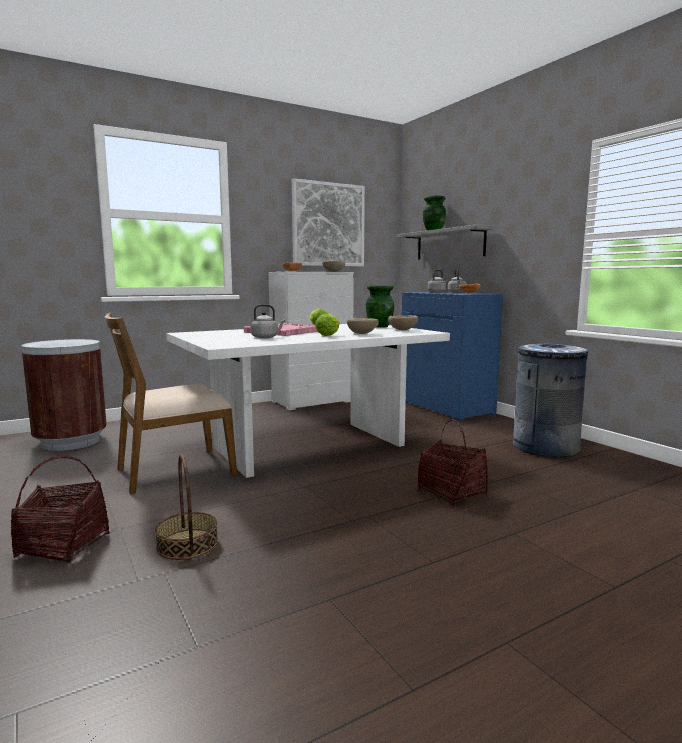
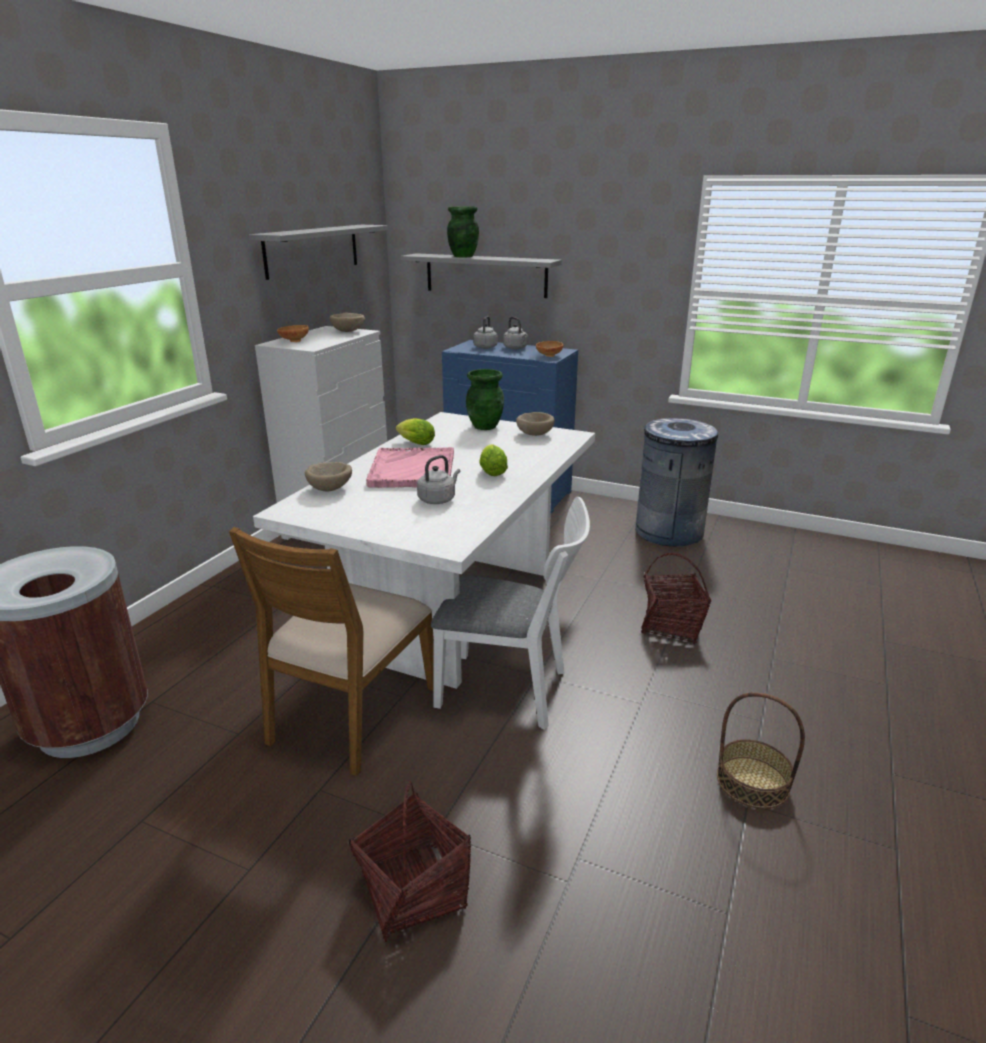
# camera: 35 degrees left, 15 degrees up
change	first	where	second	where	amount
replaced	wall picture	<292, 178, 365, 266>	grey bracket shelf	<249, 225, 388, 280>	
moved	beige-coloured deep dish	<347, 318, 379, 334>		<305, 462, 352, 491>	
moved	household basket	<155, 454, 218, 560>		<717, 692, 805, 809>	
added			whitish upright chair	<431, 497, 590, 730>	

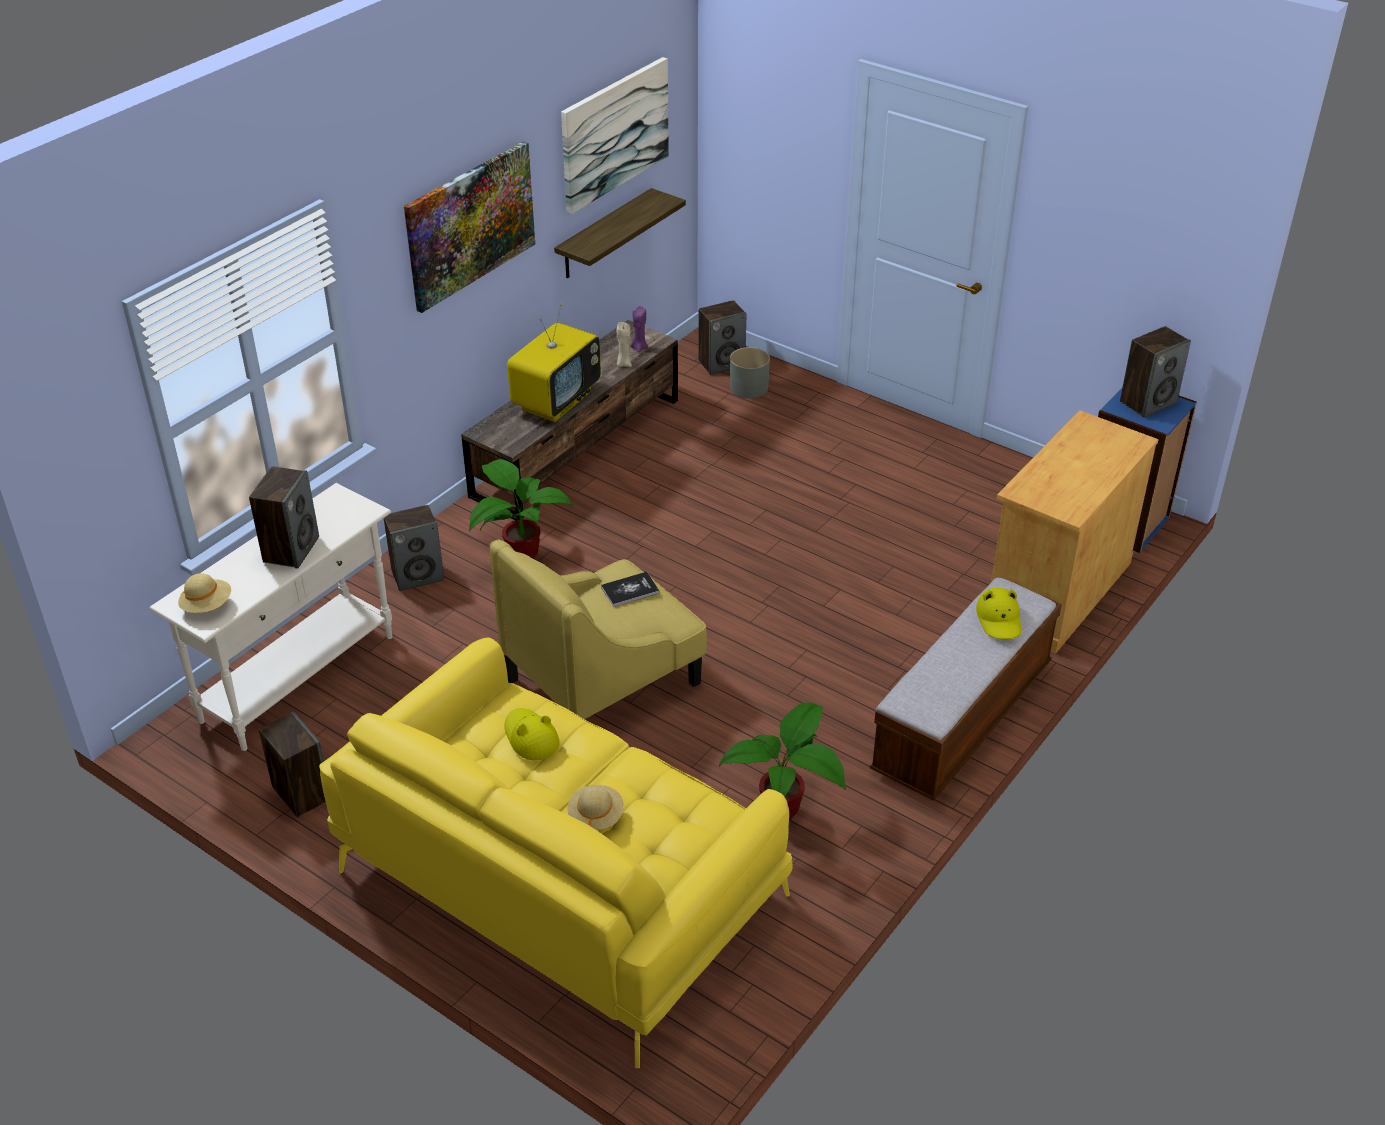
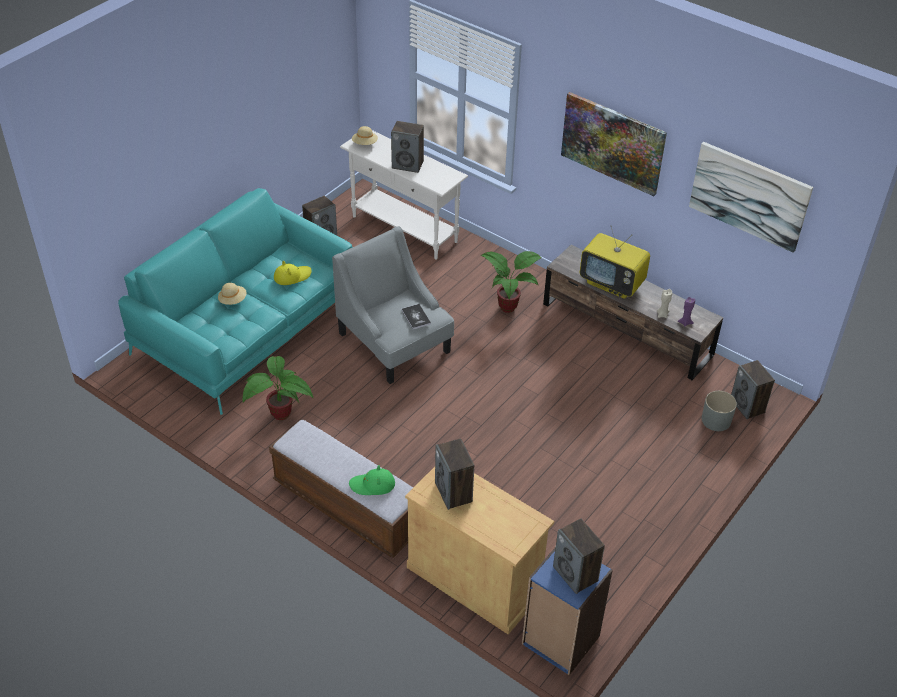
# camera: 90 degrees right, 5 degrees up
change	first	where	second	where	amount
removed	bracket shelf	<554, 188, 686, 278>			
moved	audio speaker	<384, 505, 444, 591>		<435, 439, 474, 510>	
recoloured	yellow-coloured armchair	<489, 540, 707, 720>	grey armchair	<332, 226, 454, 384>	
recoloured	yellow-coloured wearable hat	<976, 588, 1021, 639>	greenish wearable hat	<349, 465, 395, 495>	
recoloured	yellow-coloured couch	<319, 638, 793, 1068>	turquoise couch	<118, 188, 353, 415>	

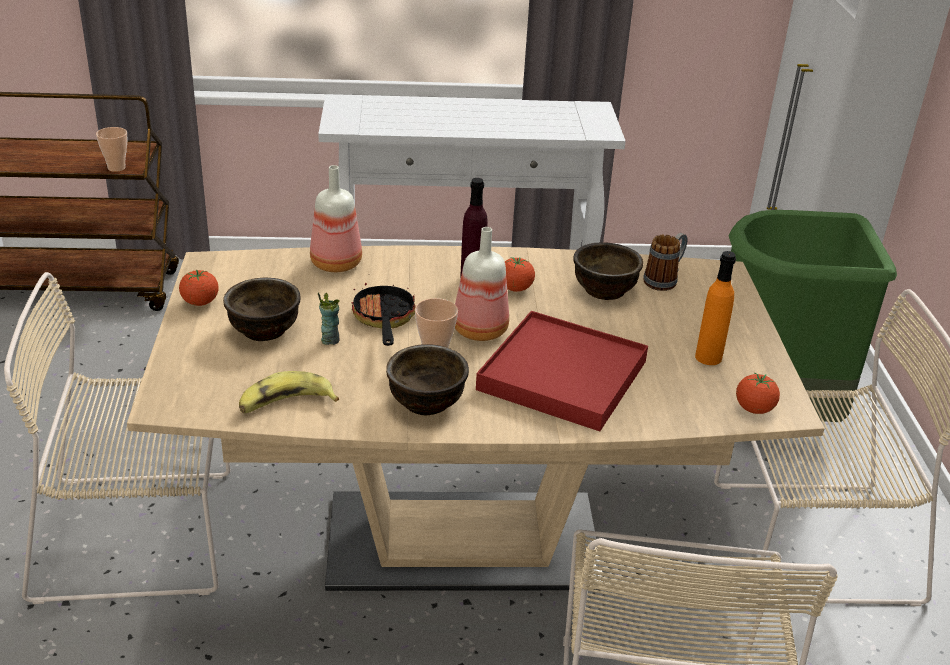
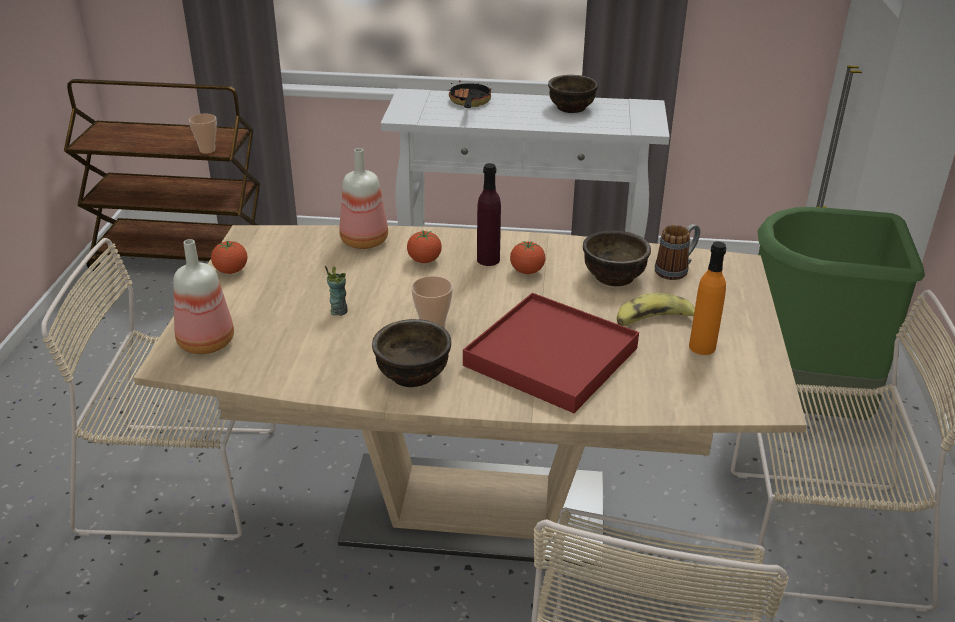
# camera: 10 degrees right, 0 degrees up
change	first	where	second	where	amount
moved	drink bottle	<455, 227, 509, 341>		<174, 239, 234, 354>	
moved	frying pan	<352, 274, 416, 346>		<449, 80, 491, 108>	
moved	brownish deep dish	<223, 277, 301, 341>		<548, 75, 598, 113>	
moved	banana fruit	<239, 371, 339, 413>		<617, 293, 695, 326>	
moved	fresh tomato	<736, 373, 780, 414>		<407, 230, 442, 263>	

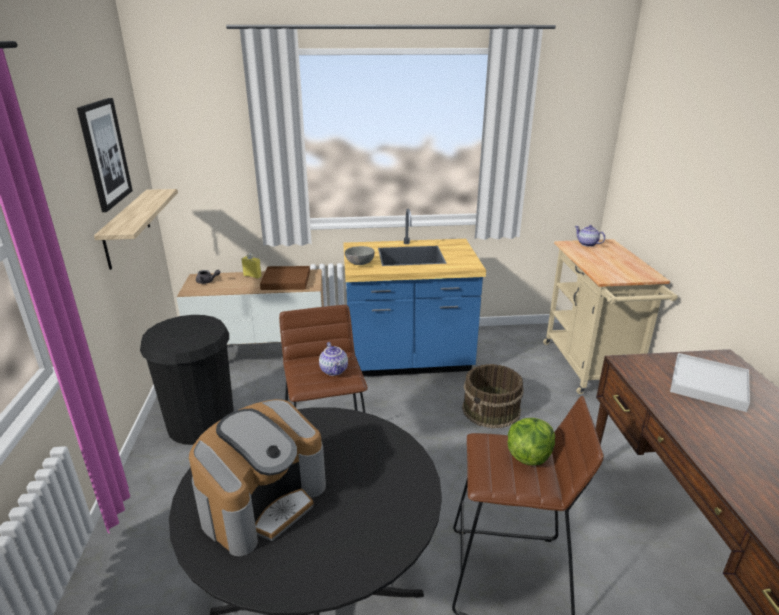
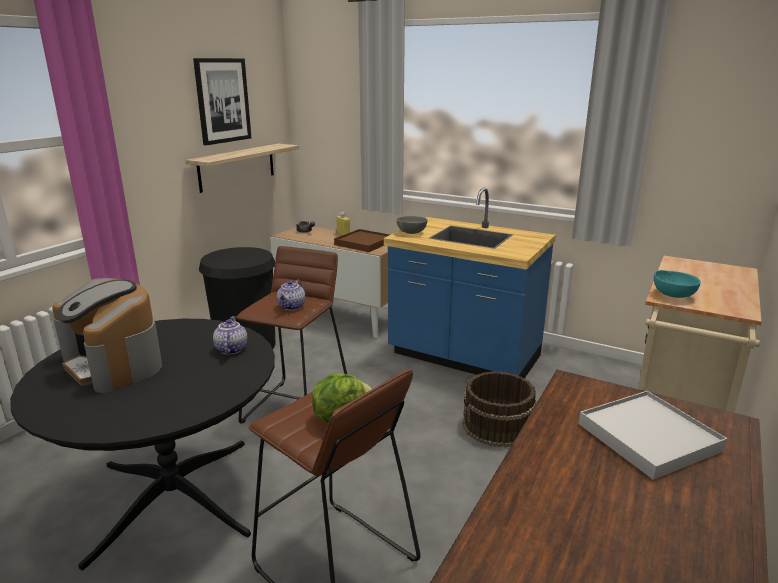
# camera: 35 degrees right, 5 degrees down
change	first	where	second	where	amount
moved	pot for tea	<575, 225, 605, 247>		<213, 316, 248, 354>	
turned	coffee brewer	<189, 399, 326, 556>		<52, 278, 162, 393>	60 degrees clockwise
added			turquoise deep dish	<654, 270, 701, 298>	

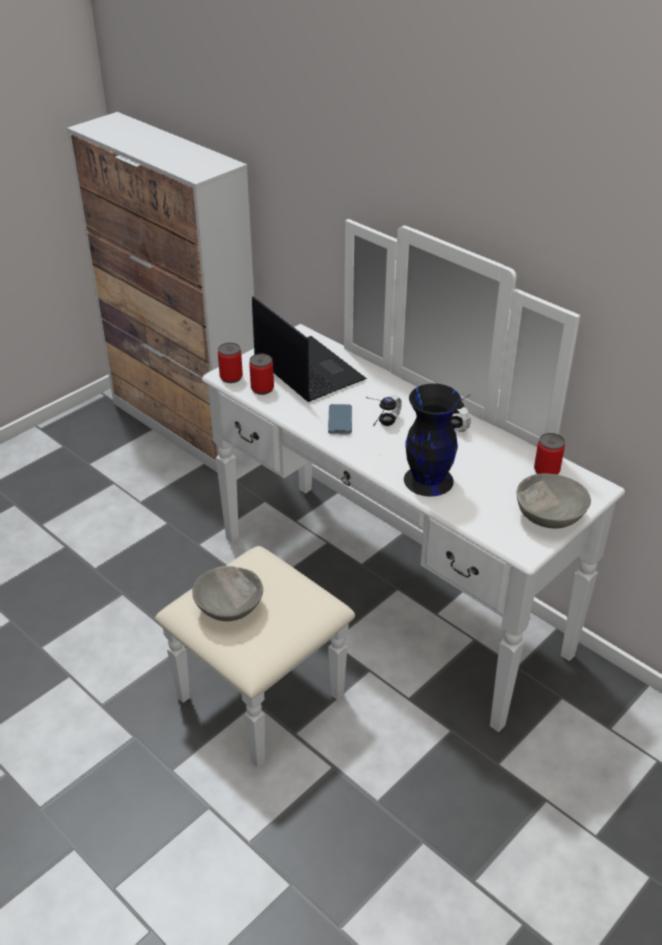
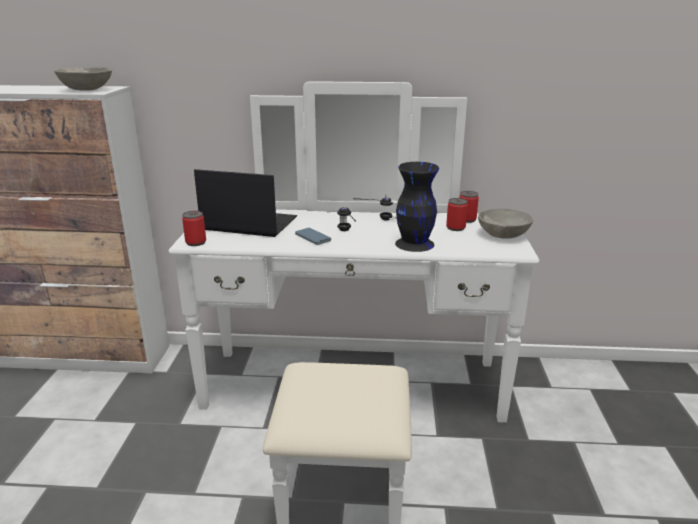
# camera: 40 degrees left, 15 degrees down
change	first	where	second	where	amount
moved	metal can	<249, 354, 274, 395>		<446, 198, 468, 231>	
moved	grey deep dish	<192, 566, 263, 621>		<54, 67, 112, 91>	

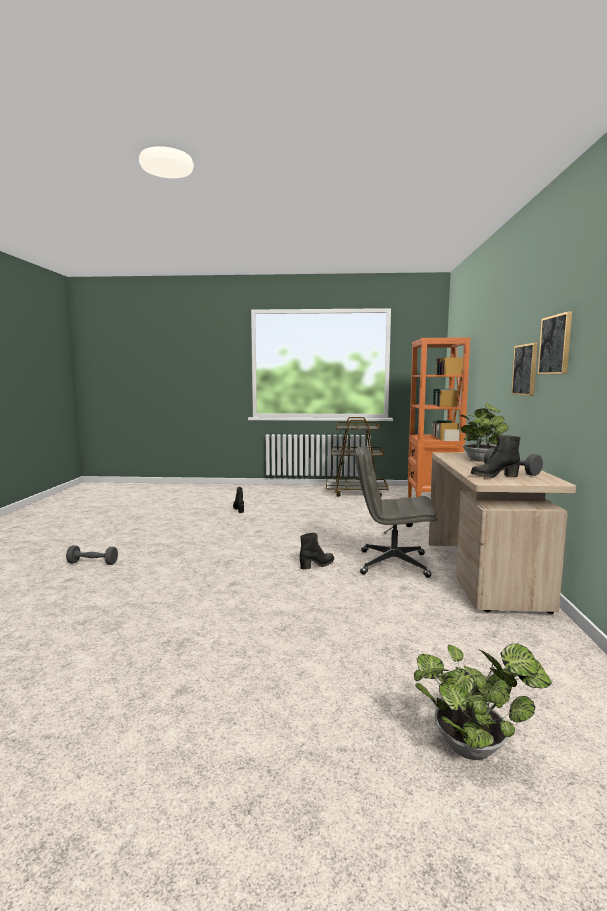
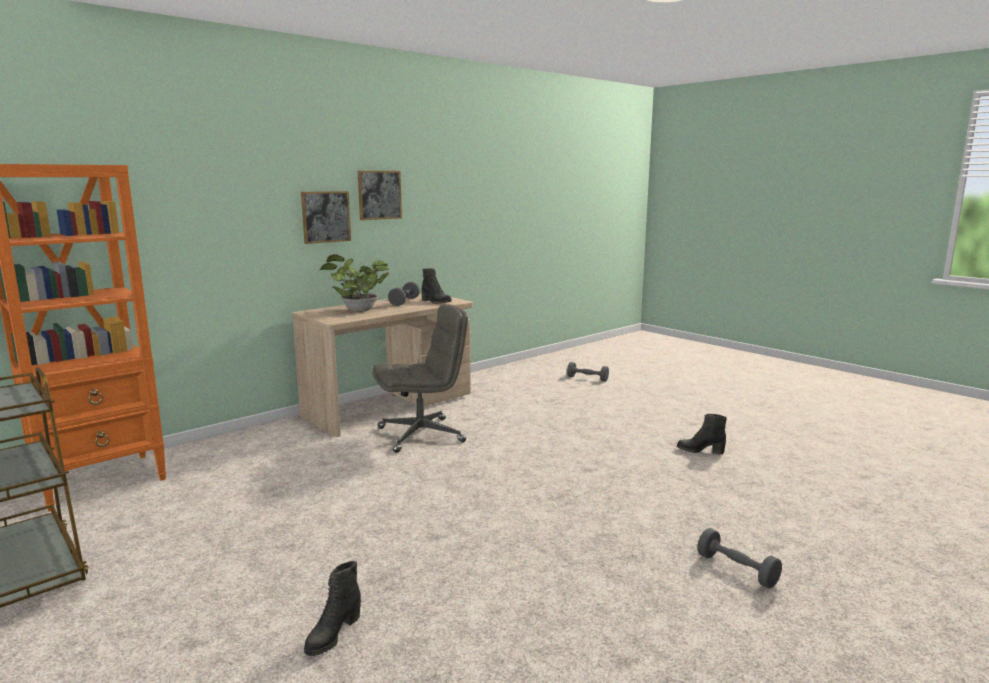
# camera: 135 degrees left, 5 degrees up
change	first	where	second	where	amount
turned	grey computer chair	<356, 446, 437, 578>		<372, 305, 468, 453>	75 degrees counterclockwise
moved	black-coloured boot	<300, 533, 334, 570>		<677, 414, 727, 454>	
replaced	plant in a pot	<414, 644, 552, 760>	grey free weight	<567, 362, 609, 382>	

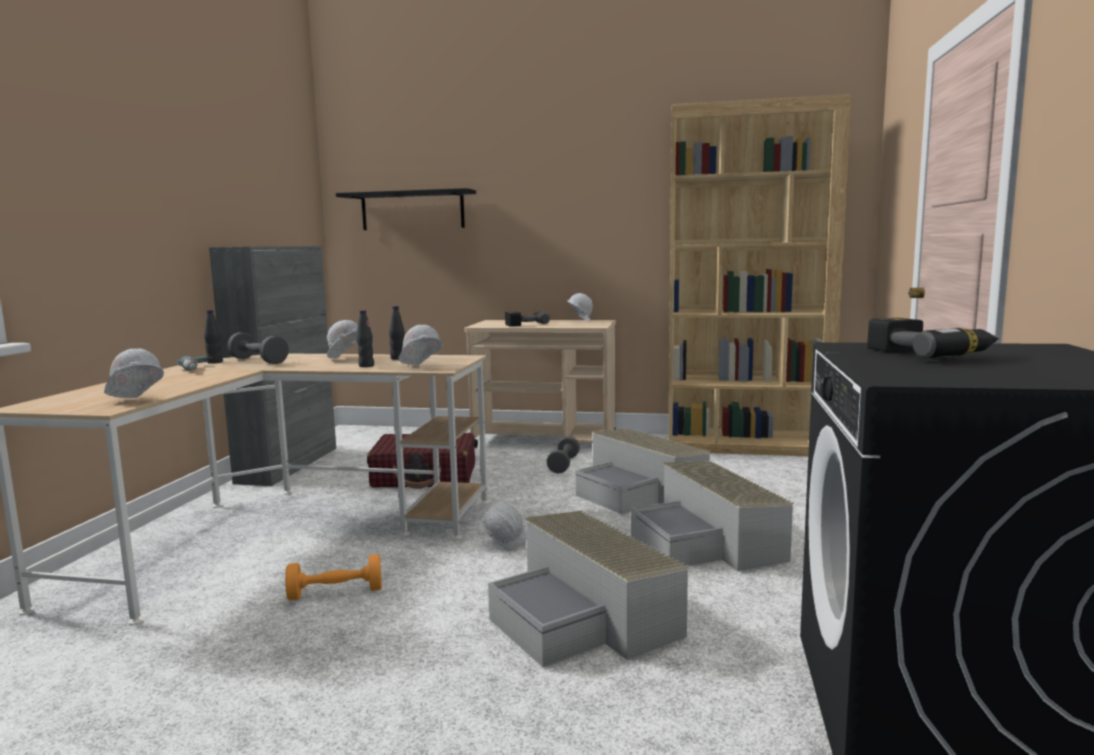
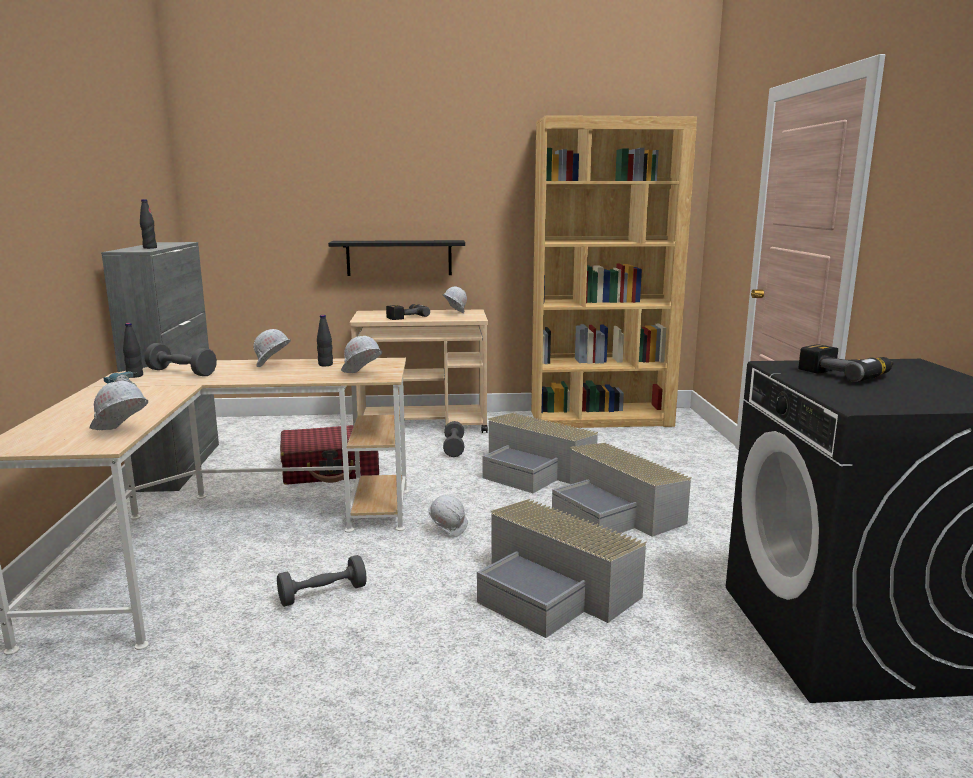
# camera: 15 degrees left, 5 degrees up
change	first	where	second	where	amount
moved	black-coloured bracket shelf	<336, 188, 476, 230>		<328, 240, 465, 276>	
moved	black-coloured drink bottle	<357, 310, 374, 367>		<140, 199, 157, 249>	
recoloured	orange-coloured free weight	<285, 554, 382, 600>	grey free weight	<277, 555, 367, 607>	

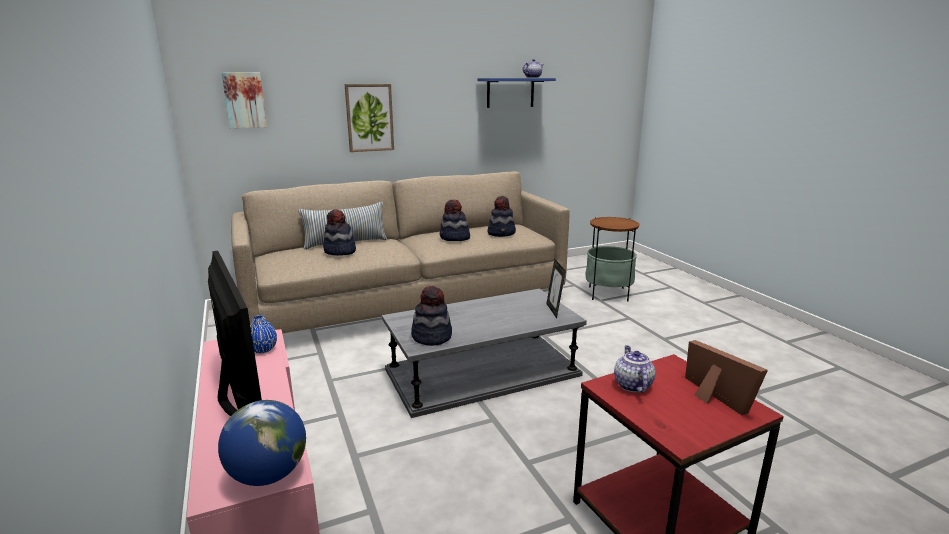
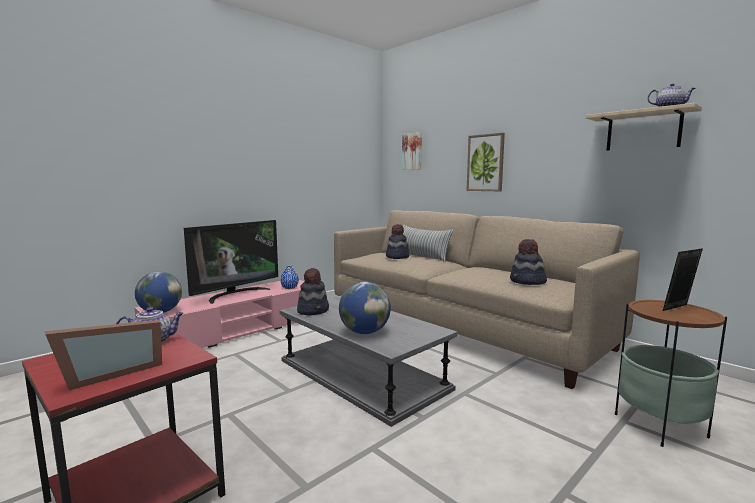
# camera: 70 degrees right, 10 degrees down
change	first	where	second	where	amount
recoloured	bluish bracket shelf	<478, 78, 556, 108>	beige-coloured bracket shelf	<585, 103, 702, 151>	
removed	wearable hat	<440, 200, 470, 241>			
moved	standing frame	<546, 259, 566, 318>		<663, 248, 703, 311>	
added			globe	<339, 282, 391, 334>	

